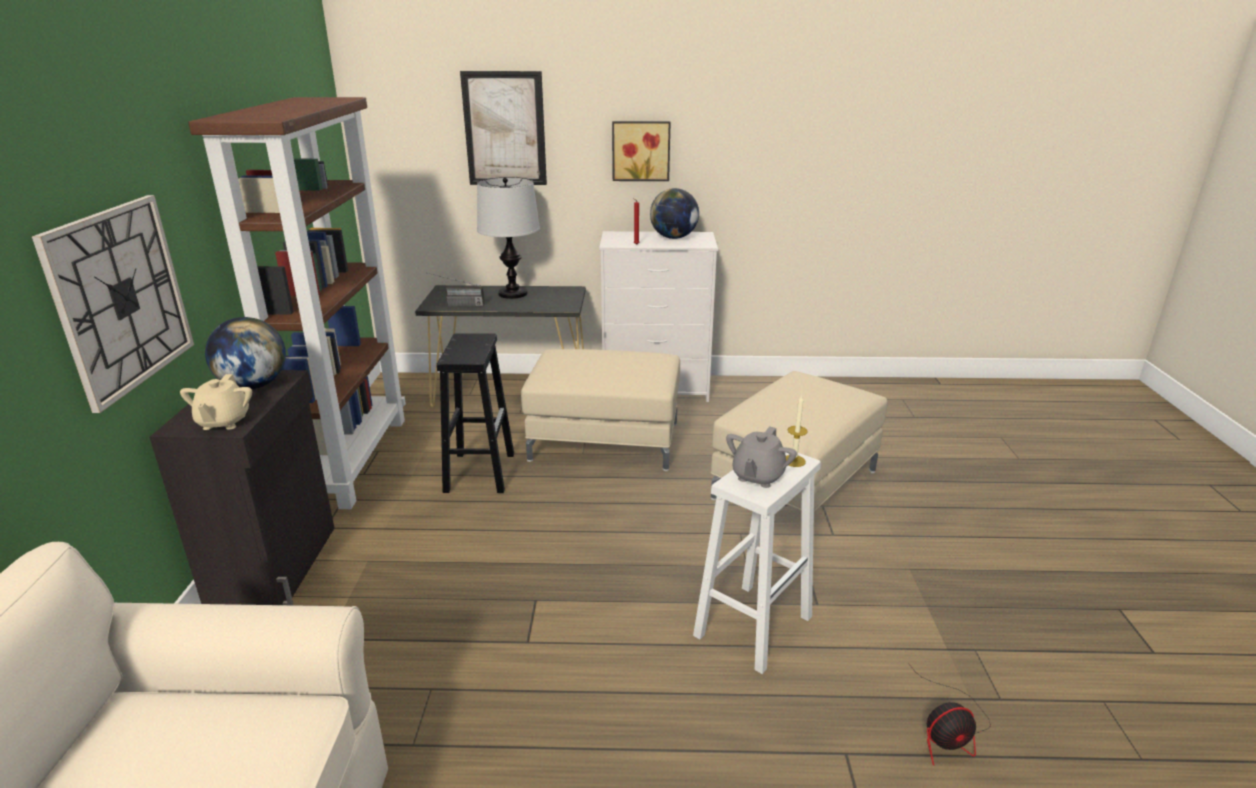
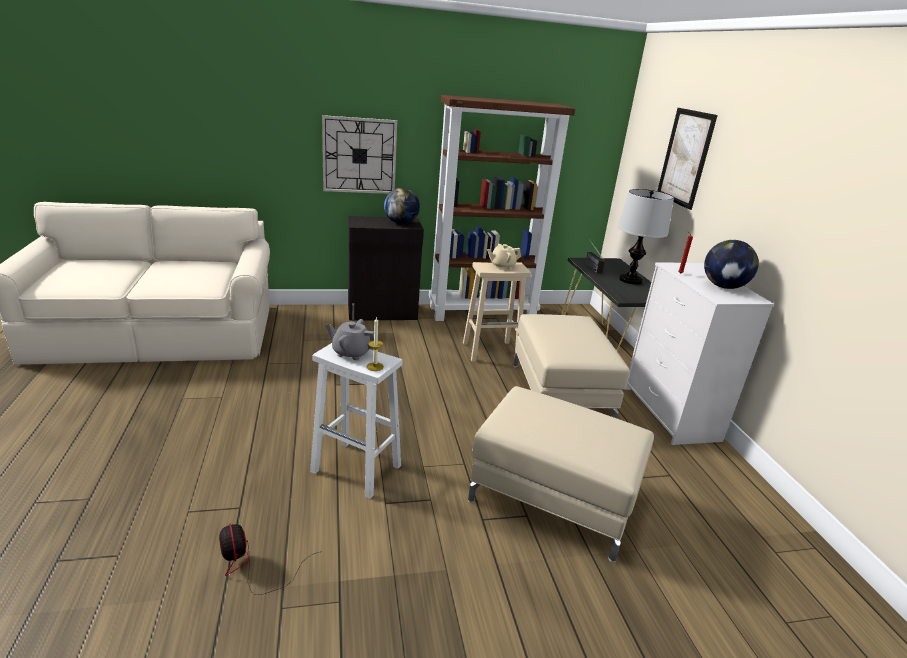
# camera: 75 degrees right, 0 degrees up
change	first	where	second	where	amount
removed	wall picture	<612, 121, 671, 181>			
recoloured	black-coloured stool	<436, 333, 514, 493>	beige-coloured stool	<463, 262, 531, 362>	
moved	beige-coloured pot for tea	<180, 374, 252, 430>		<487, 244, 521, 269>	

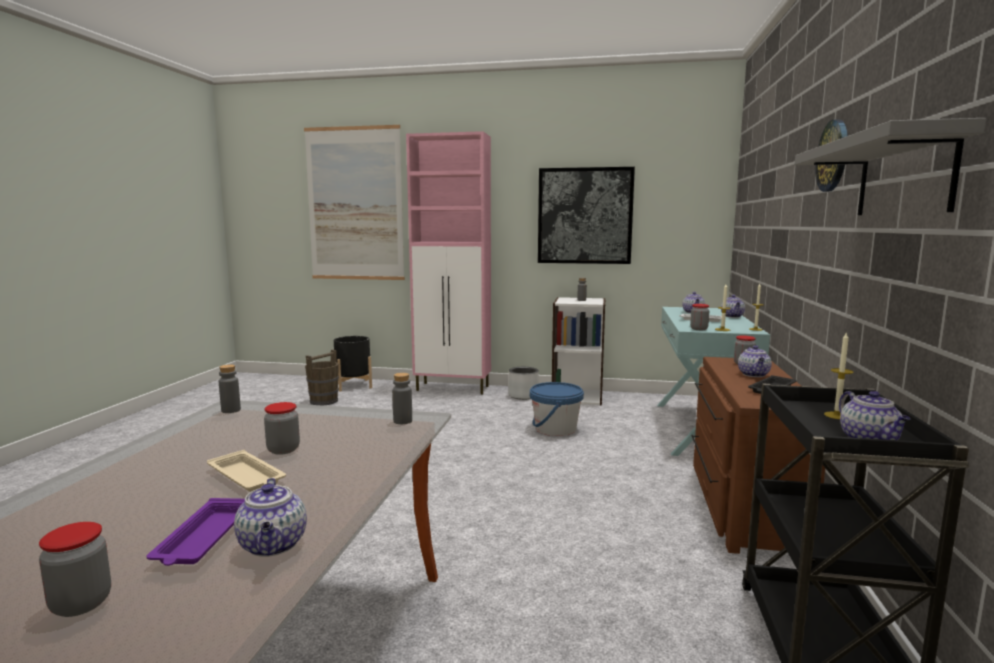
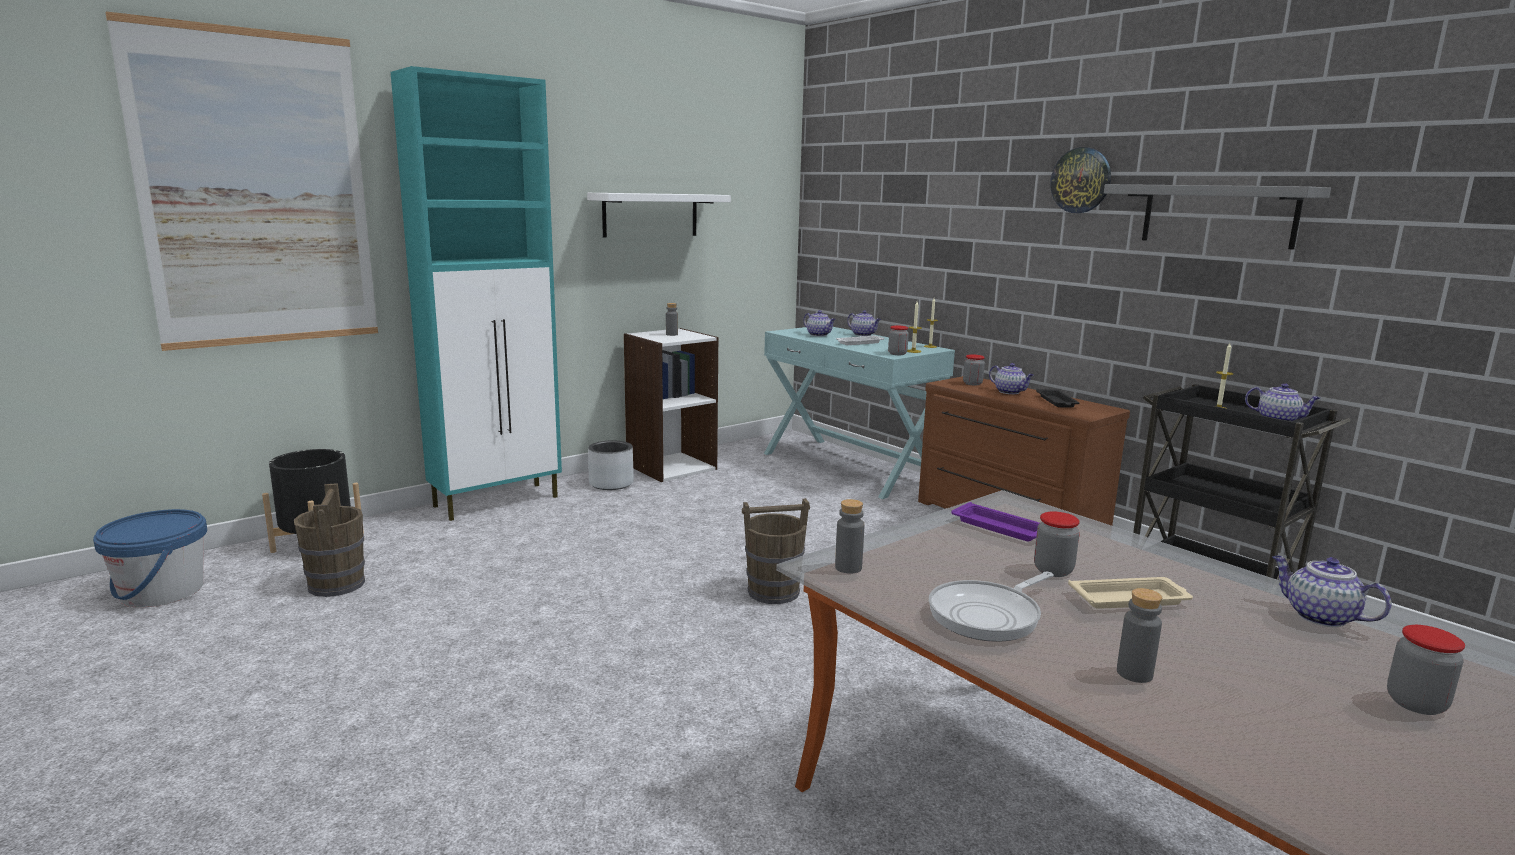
# camera: 50 degrees left, 5 degrees up
change	first	where	second	where	amount
recoloured	pink-coloured cupboard	<406, 131, 491, 394>	turquoise cupboard	<391, 66, 562, 521>	
replaced	wall picture	<538, 167, 635, 264>	whitish bracket shelf	<587, 193, 731, 238>	
moved	grey drink bottle	<392, 373, 412, 424>		<1117, 588, 1162, 683>	
moved	bluish water bucket	<530, 382, 584, 436>		<93, 509, 207, 608>	
turned	pot for tea	<234, 478, 307, 557>		<1272, 556, 1392, 627>	150 degrees counterclockwise
moved	purplish serving tray	<147, 498, 245, 566>		<951, 502, 1040, 541>	
added			brownish water bucket	<742, 498, 810, 604>	
added			frying pan	<929, 571, 1054, 642>	

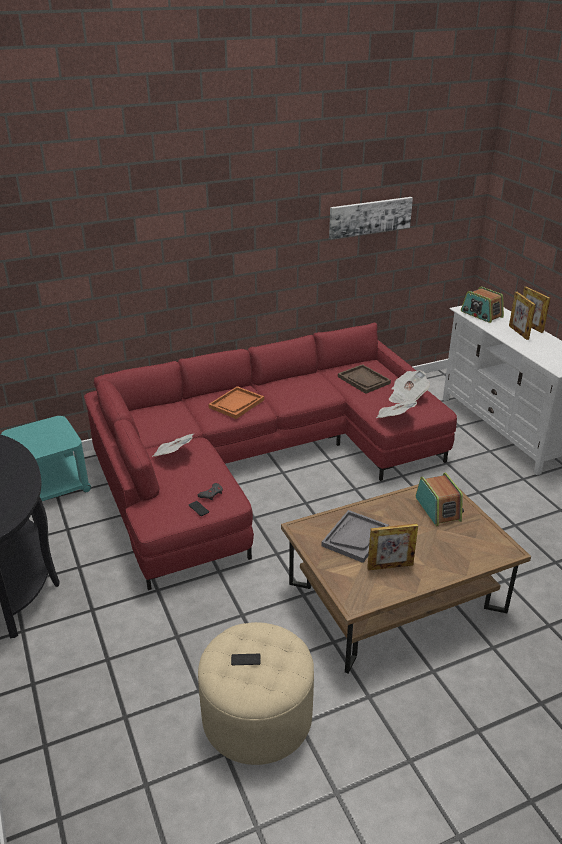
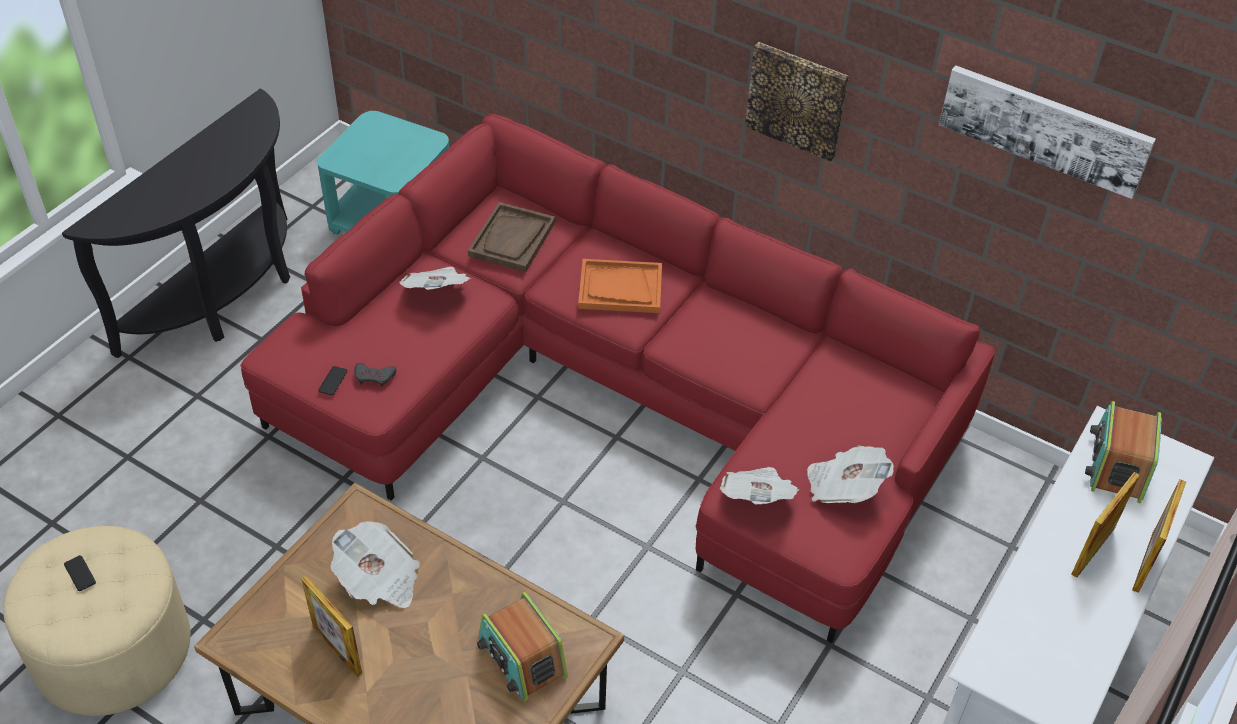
# camera: 55 degrees right, 15 degrees up
change	first	where	second	where	amount
moved	brownish serving tray	<338, 364, 391, 394>		<468, 202, 555, 272>	
turned	radio receiver	<416, 473, 464, 526>		<477, 592, 568, 702>	105 degrees clockwise
replaced	grey serving tray	<321, 510, 389, 563>	daily paper	<330, 521, 420, 608>	
added			wall picture	<745, 42, 849, 162>	

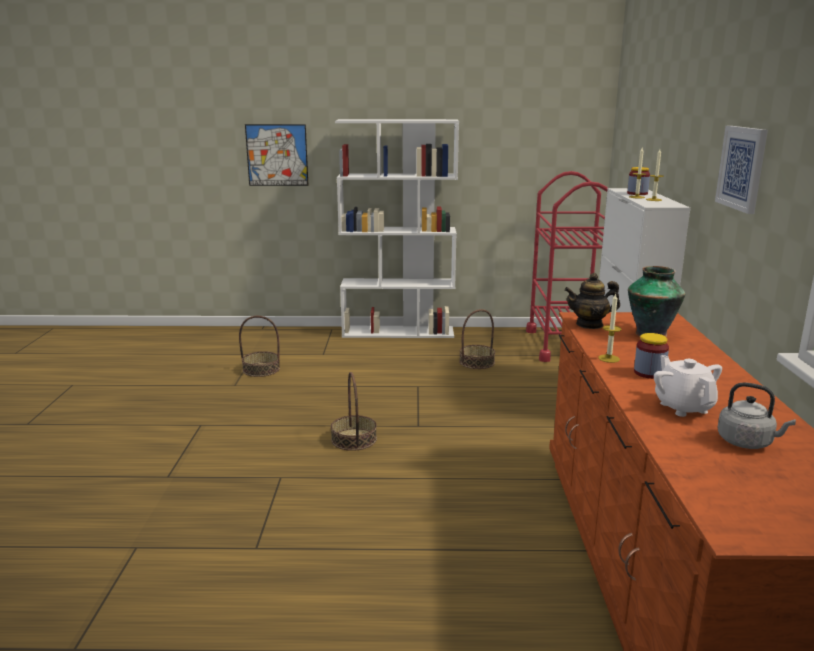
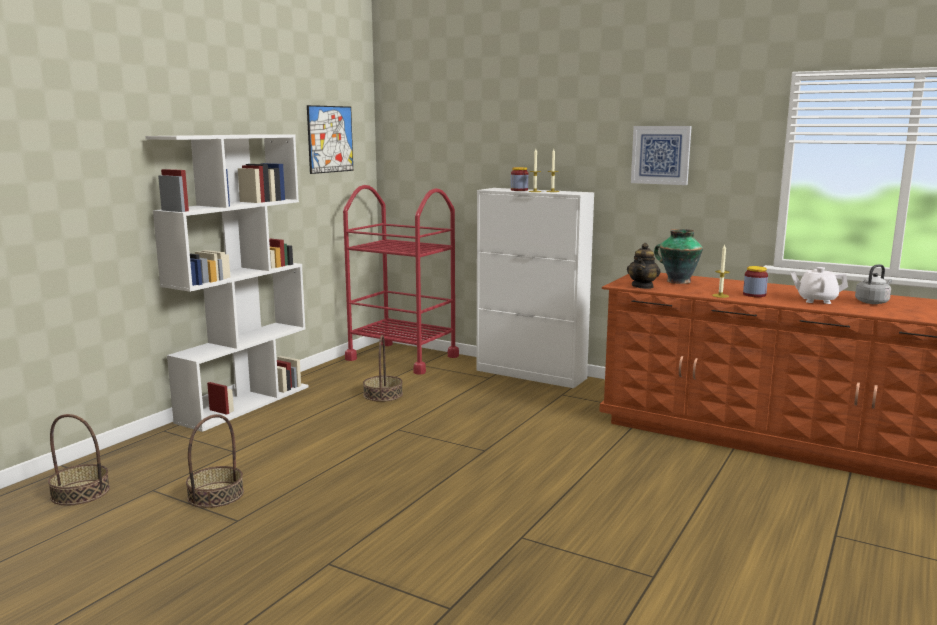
# camera: 60 degrees left, 5 degrees down
change	first	where	second	where	amount
moved	wall picture	<245, 124, 308, 186>		<307, 105, 353, 174>	
moved	household basket	<331, 372, 377, 451>		<48, 414, 110, 505>	

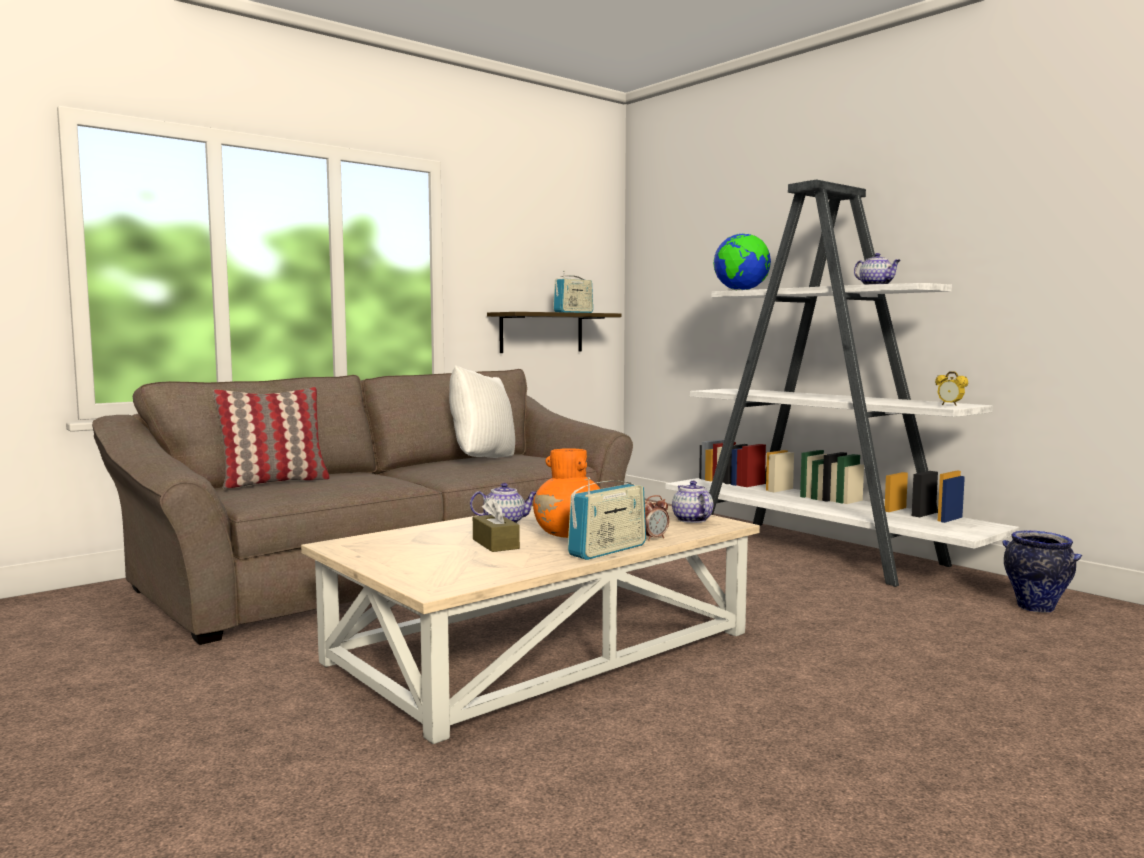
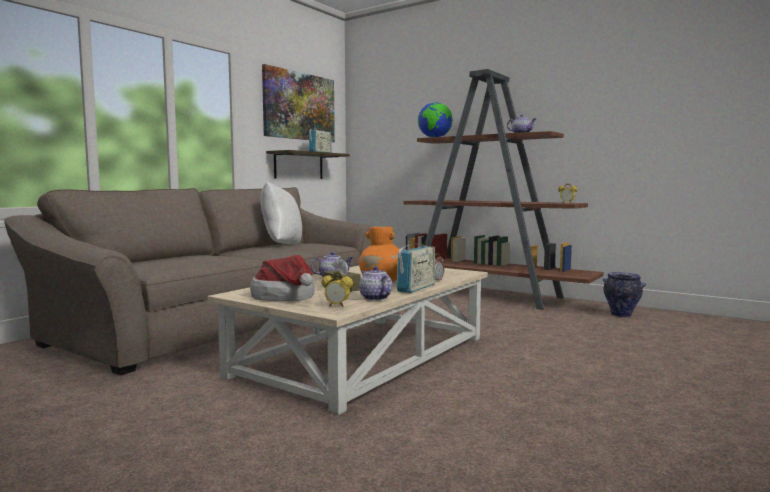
# camera: 15 degrees left, 0 degrees up
change	first	where	second	where	amount
recoloured	whitish shelving unit	<665, 179, 1019, 587>	brownish shelving unit	<404, 69, 604, 310>	
removed	throw pillow	<213, 387, 330, 489>			
moved	pot for tea	<672, 481, 713, 523>		<359, 266, 392, 300>	
added			wall picture	<262, 64, 335, 142>	
added			wearable hat	<250, 255, 315, 301>	
added			alarm clock	<322, 272, 353, 307>	

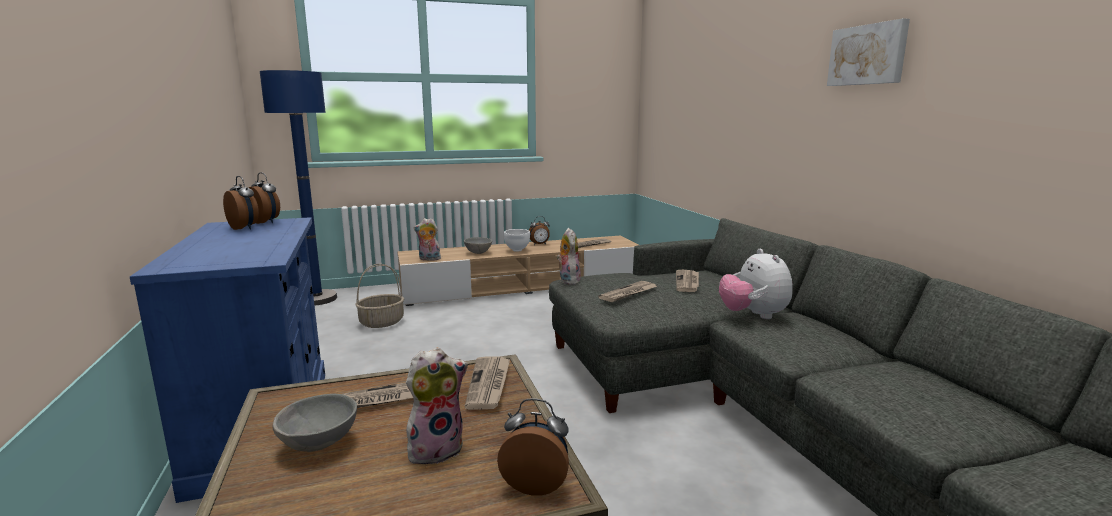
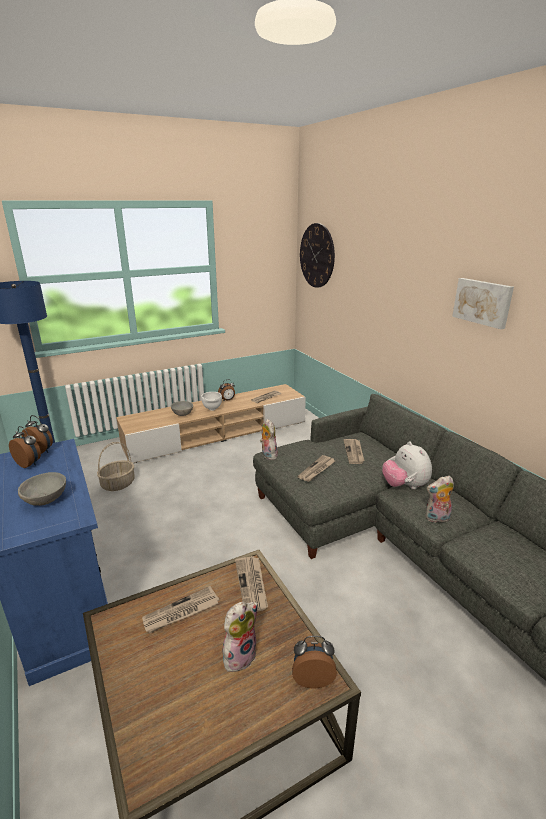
# camera: 10 degrees left, 10 degrees up
change	first	where	second	where	amount
moved	soft toy	<414, 218, 441, 261>		<425, 476, 454, 524>	
moved	grey deep dish	<272, 394, 357, 452>		<18, 472, 66, 506>	
added			clock on the wall	<300, 223, 335, 288>	

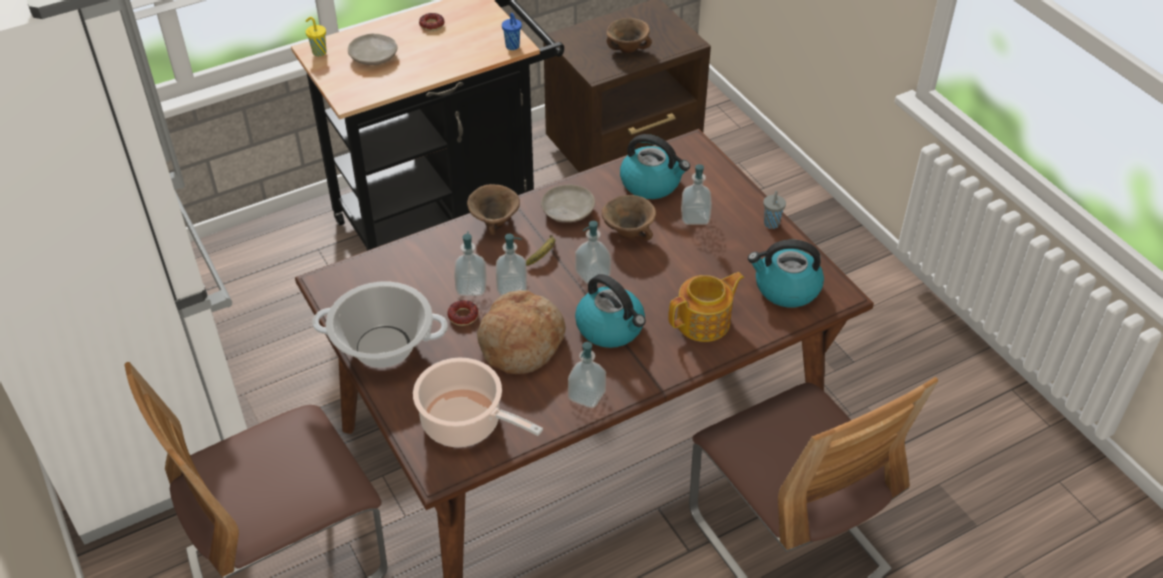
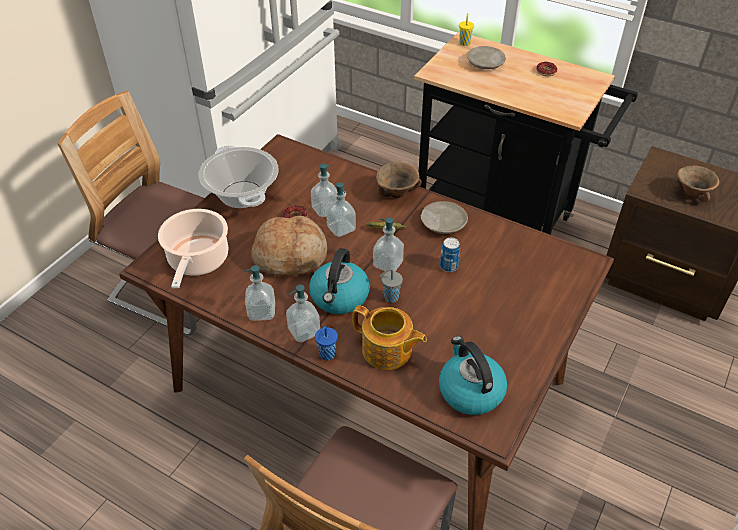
# camera: 60 degrees right, 0 degrees up
change	first	where	second	where	amount
moved	bluish cup	<502, 13, 522, 50>		<315, 326, 338, 360>	
removed	kettle	<620, 134, 690, 199>			
moved	soap bottle	<681, 164, 712, 225>		<286, 285, 320, 342>	
moved	grey cup	<763, 191, 786, 229>		<380, 268, 403, 303>	
replaced	brownish deep dish	<602, 195, 656, 241>	metal can	<440, 238, 460, 272>	

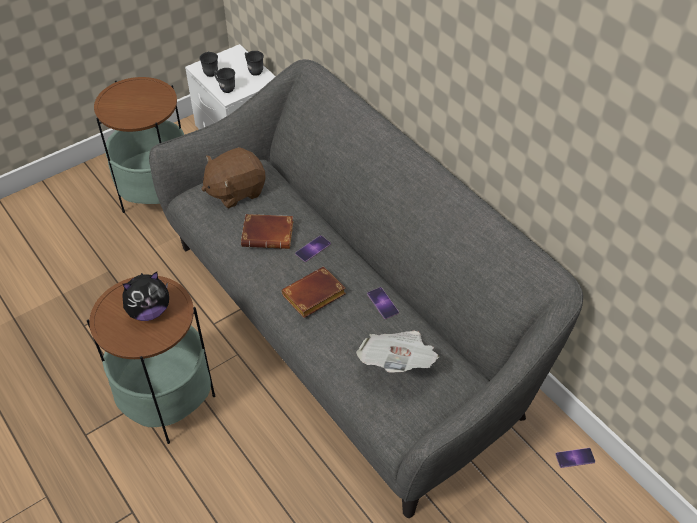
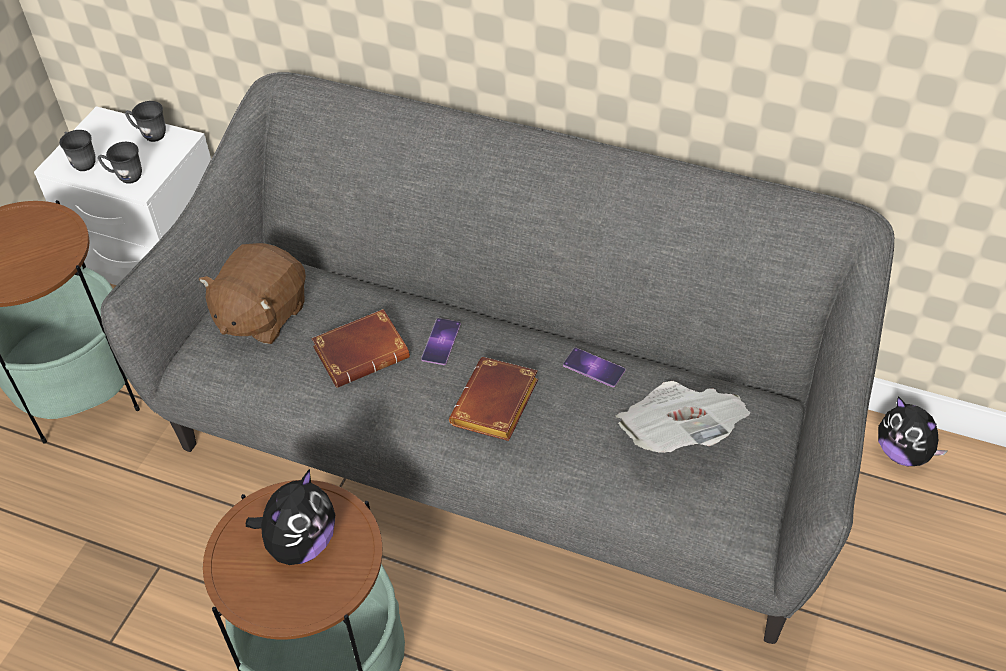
# camera: 30 degrees left, 0 degrees up
change	first	where	second	where	amount
replaced	telephone	<555, 448, 595, 468>	soft toy	<878, 396, 948, 466>	

